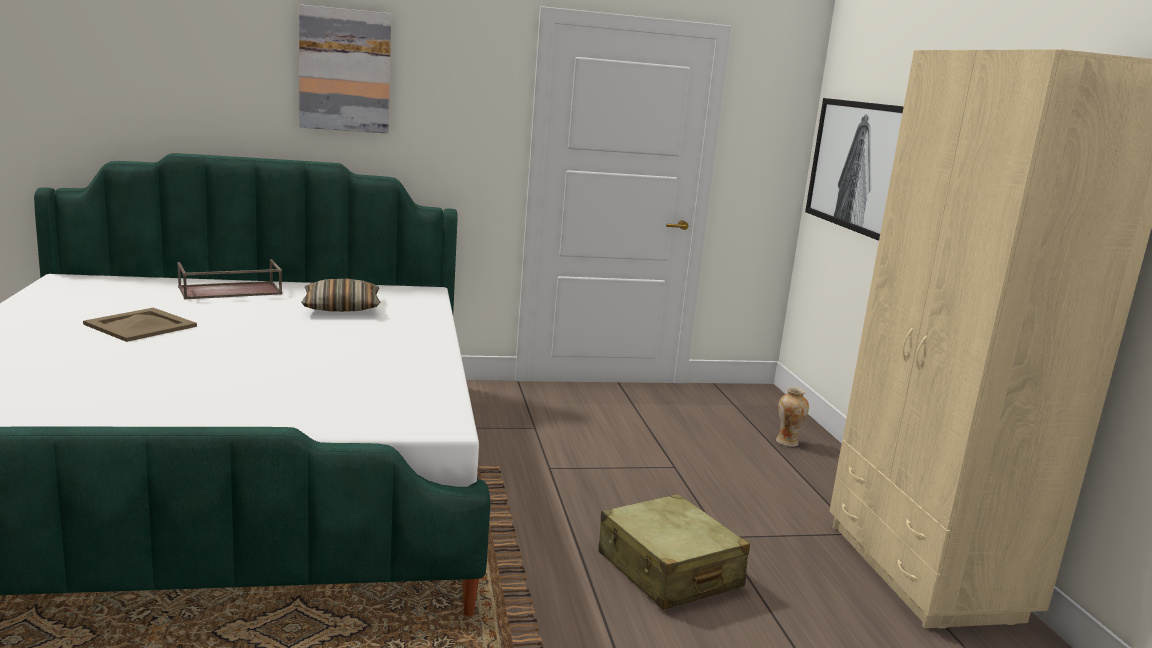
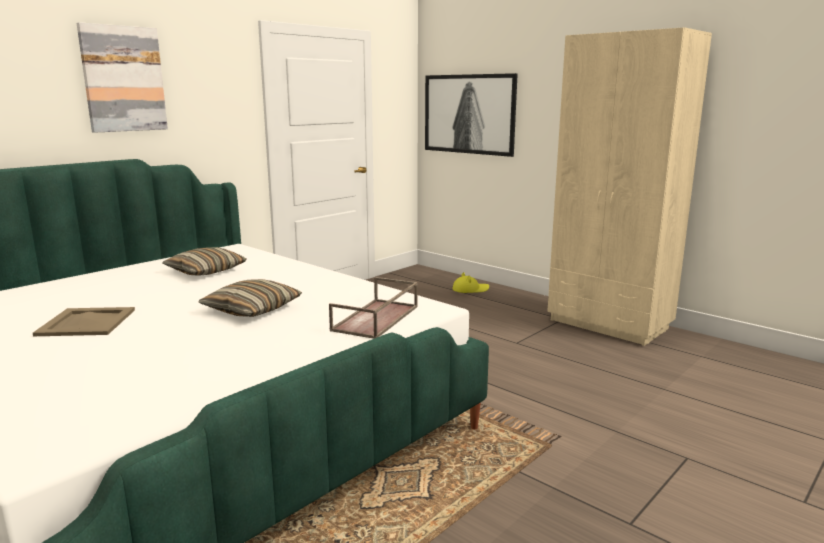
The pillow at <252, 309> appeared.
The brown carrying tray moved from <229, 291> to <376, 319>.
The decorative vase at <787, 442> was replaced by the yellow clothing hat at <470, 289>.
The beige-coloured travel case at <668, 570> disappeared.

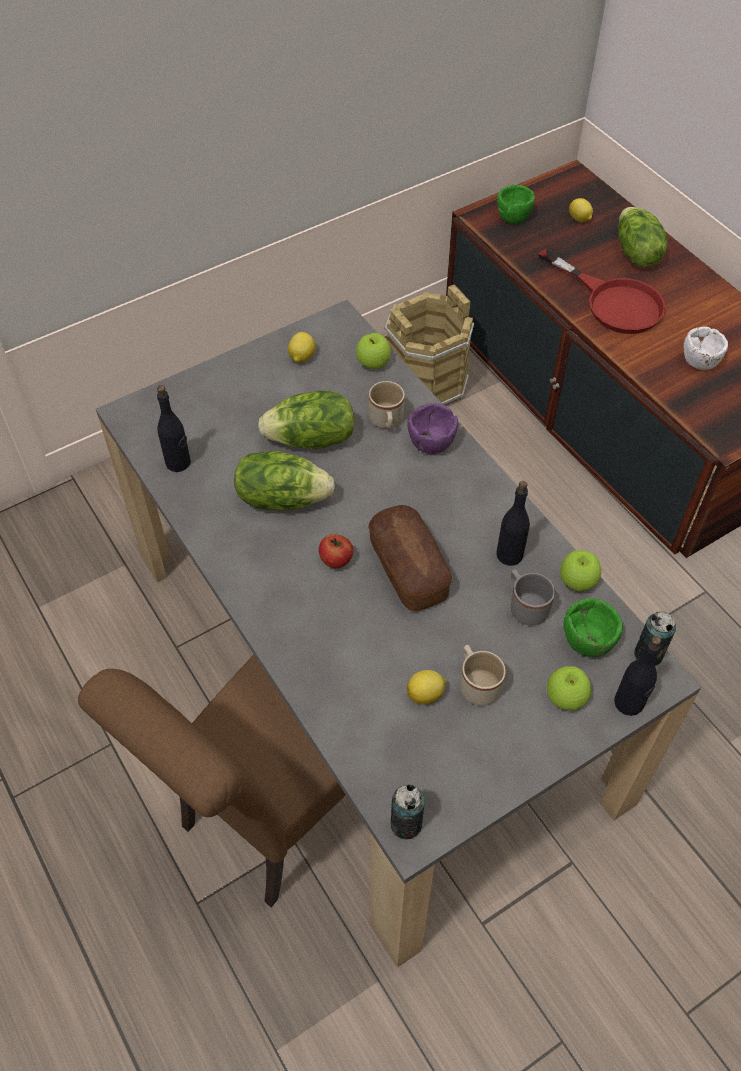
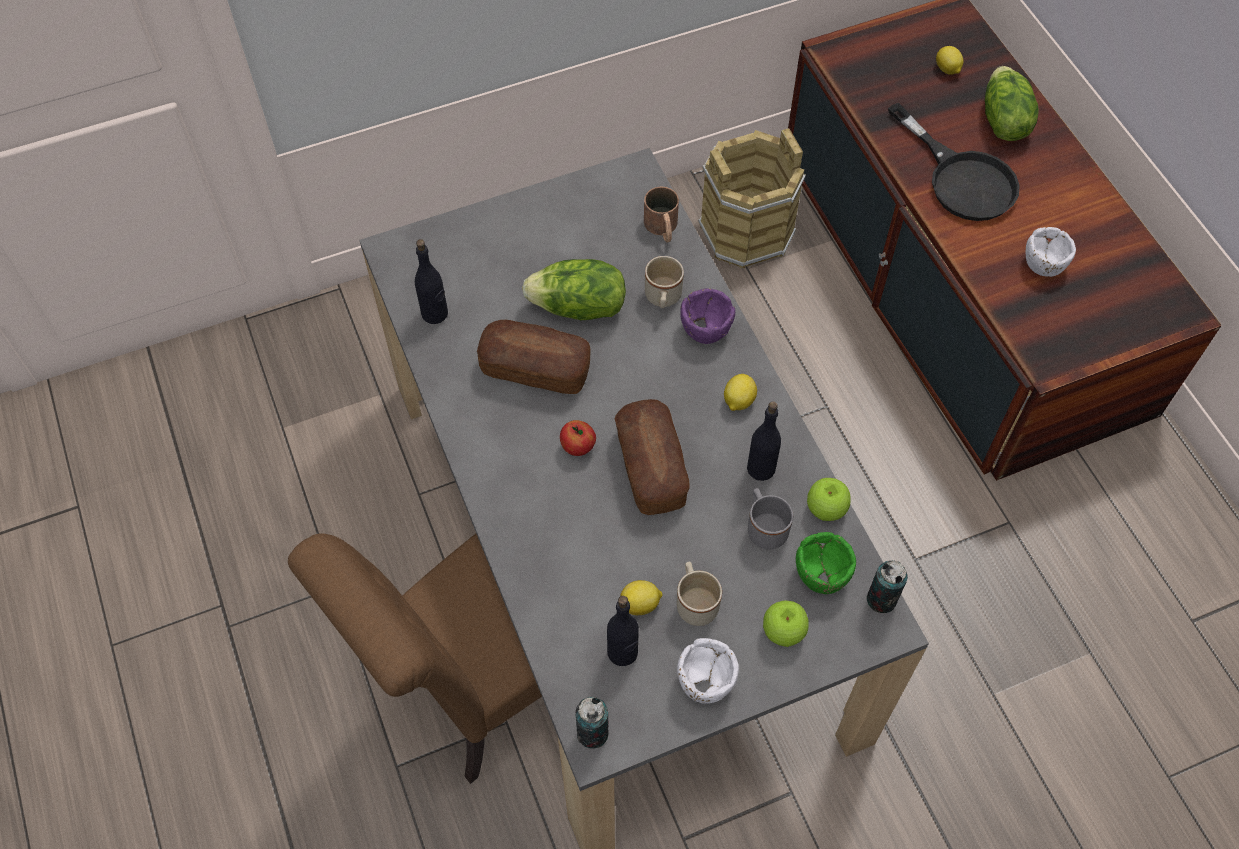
The lettuce head at <282, 497> was replaced by the bakery bread at <535, 369>.
The black drink bottle moved from <629, 703> to <623, 652>.
The apple fruit at <373, 363> was replaced by the brown coffee mug at <662, 228>.
The whitish serving bowl at <705, 682> appeared.
The lemon moved from <301, 357> to <738, 401>.
The red-coloured frying pan at <613, 302> became the black frying pan at <961, 178>.
The green-coloured serving bowl at <513, 216> disappeared.

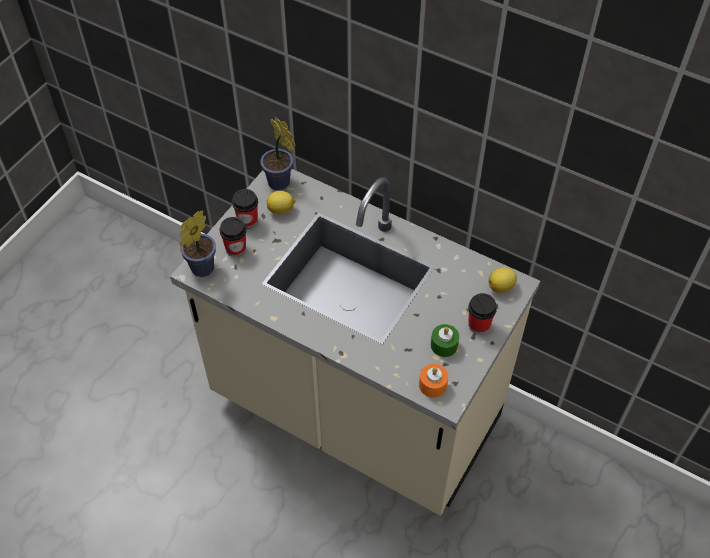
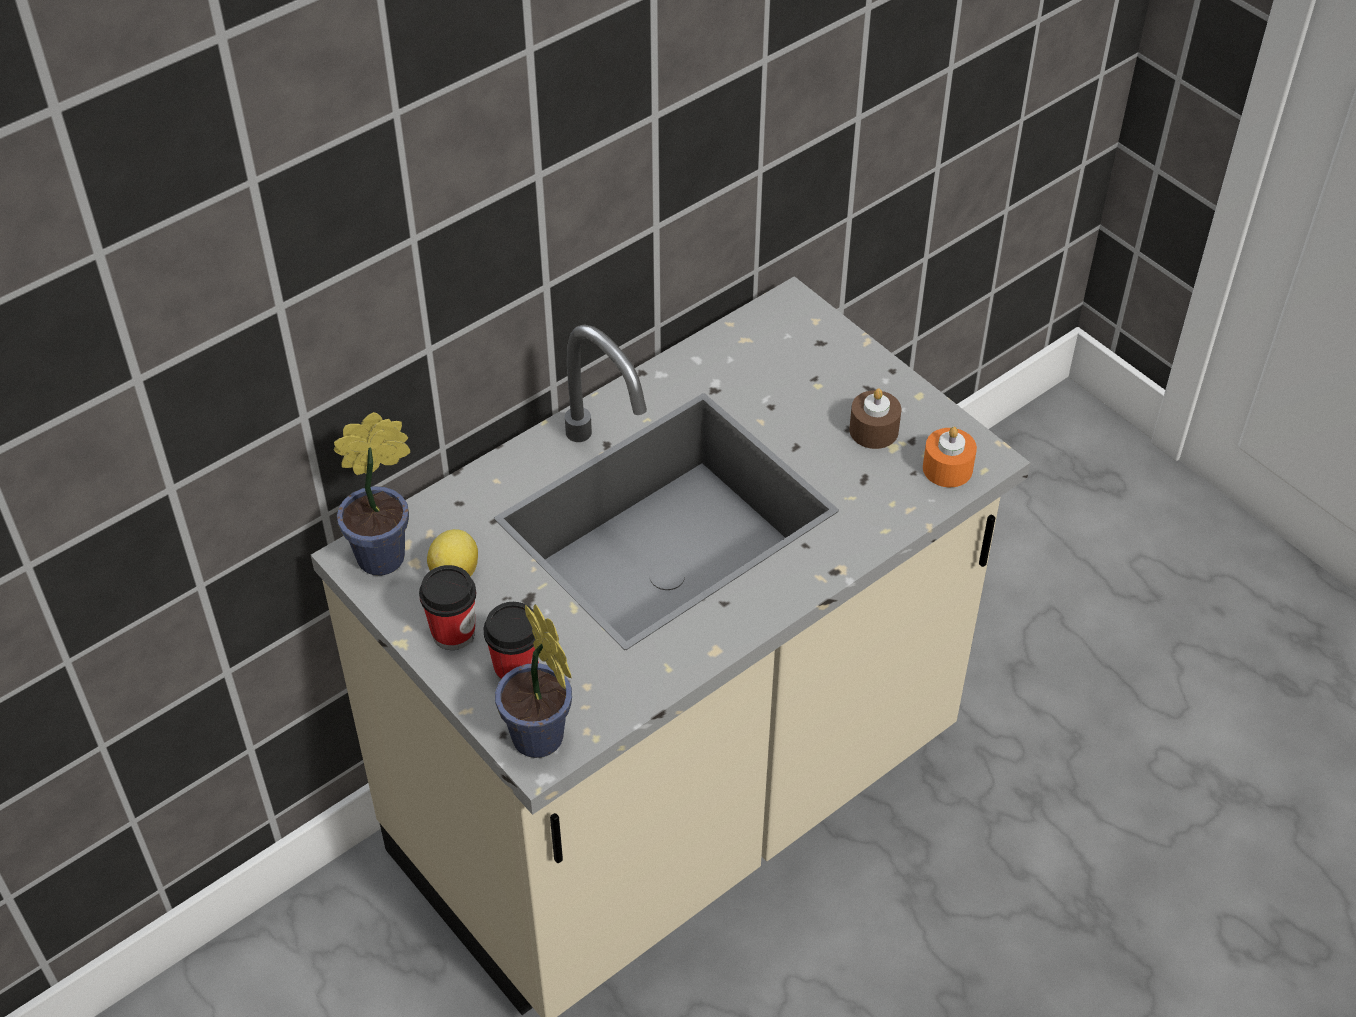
The green-coloured wax candle at <444, 345> became the brown wax candle at <873, 430>.
The small cup at <479, 325> disappeared.
The lemon at <501, 287> disappeared.

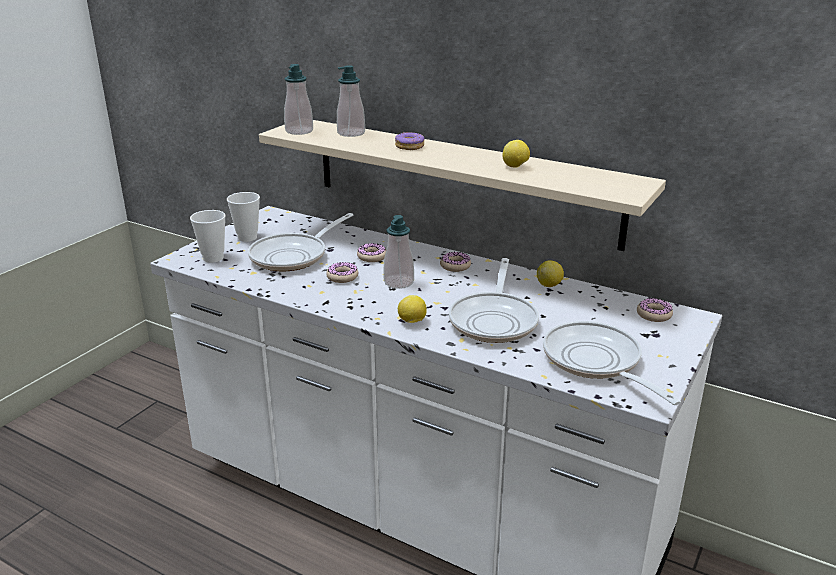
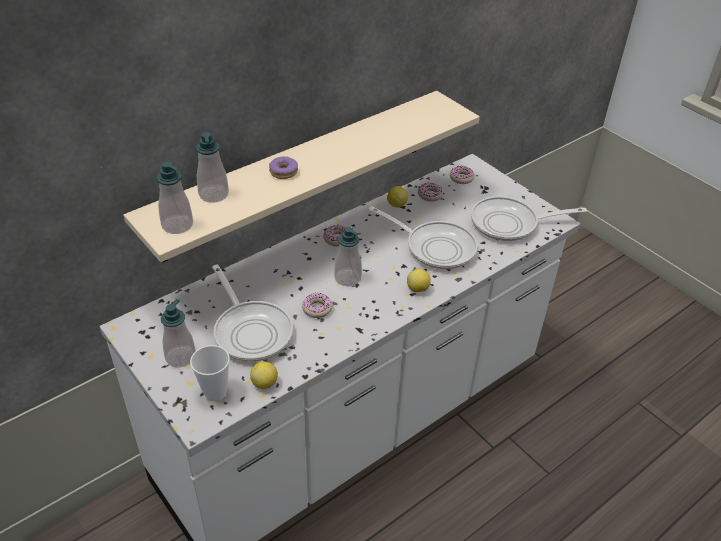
The small cup at <247, 237> was replaced by the soap dispenser at <180, 357>.
The lemon moved from <515, 167> to <265, 383>.
The donut moved from <372, 257> to <430, 195>.

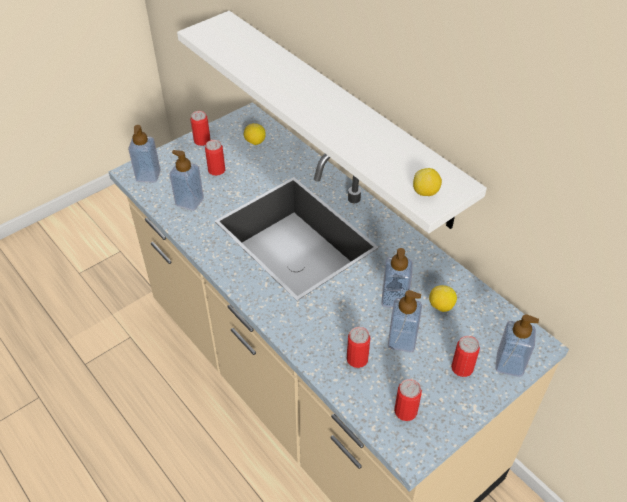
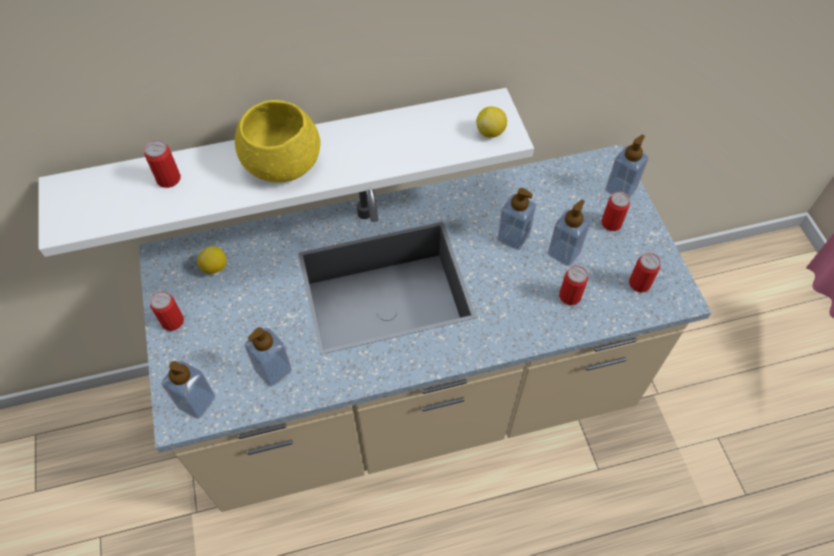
The can moved from <216, 170> to <168, 179>.
The yellow serving bowl at <282, 162> appeared.
The lemon at <441, 306> disappeared.

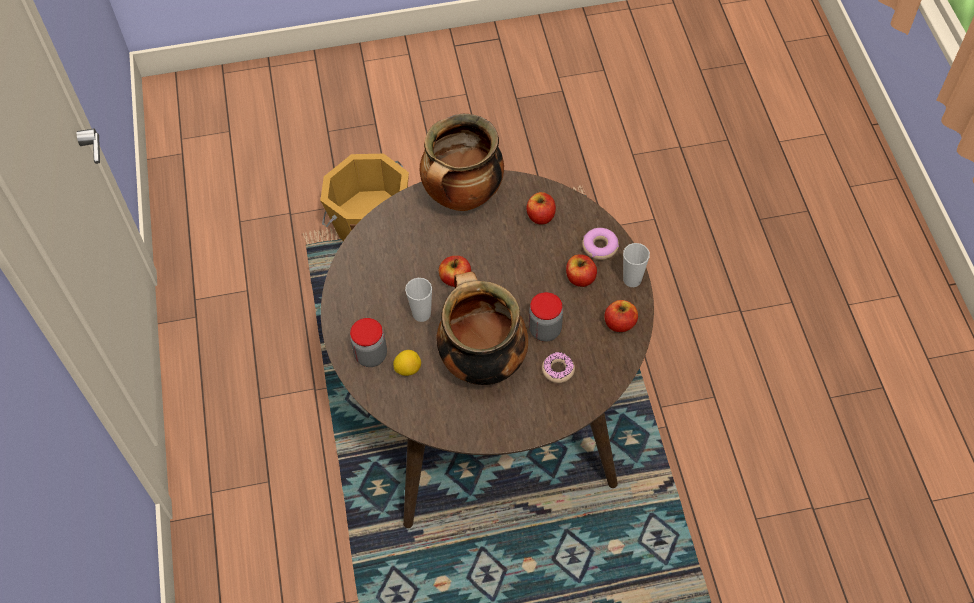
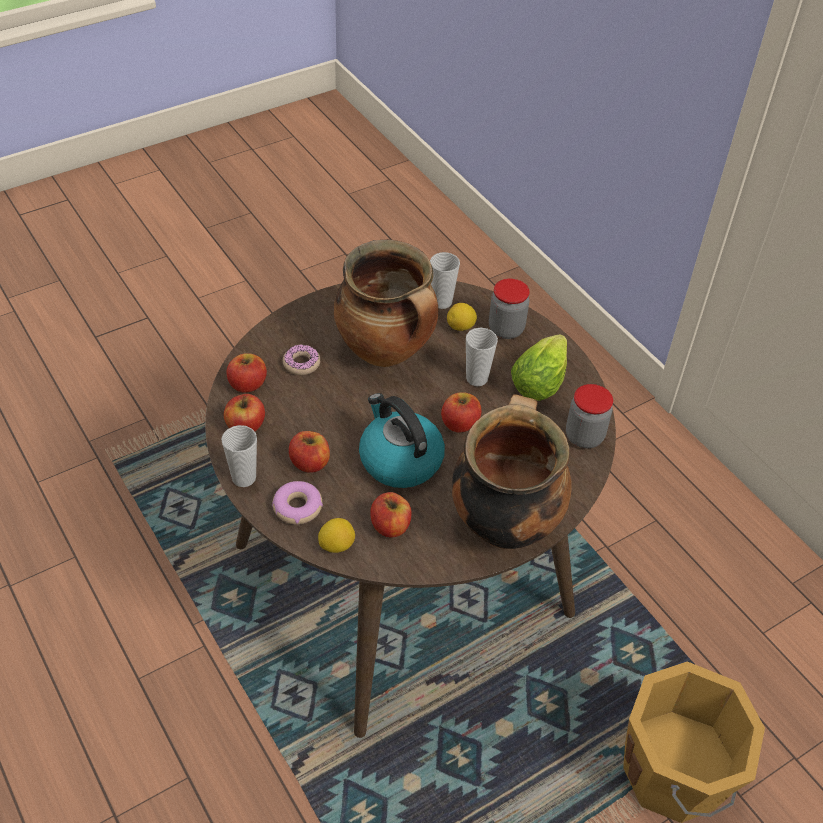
The apple fruit at <247, 384> appeared.
The lemon at <336, 545> appeared.
The water kettle at <399, 460> appeared.
The small cup at <441, 302> appeared.
The lettuce head at <541, 380> appeared.
The preserve jar moved from <545, 330> to <584, 436>.

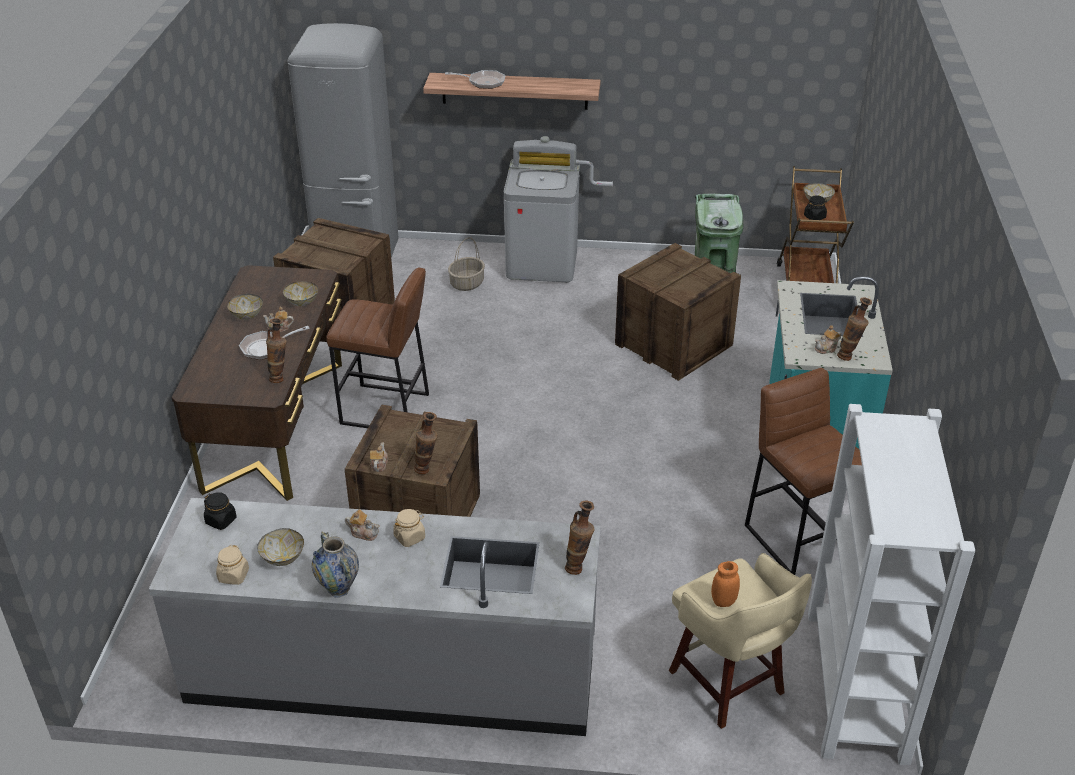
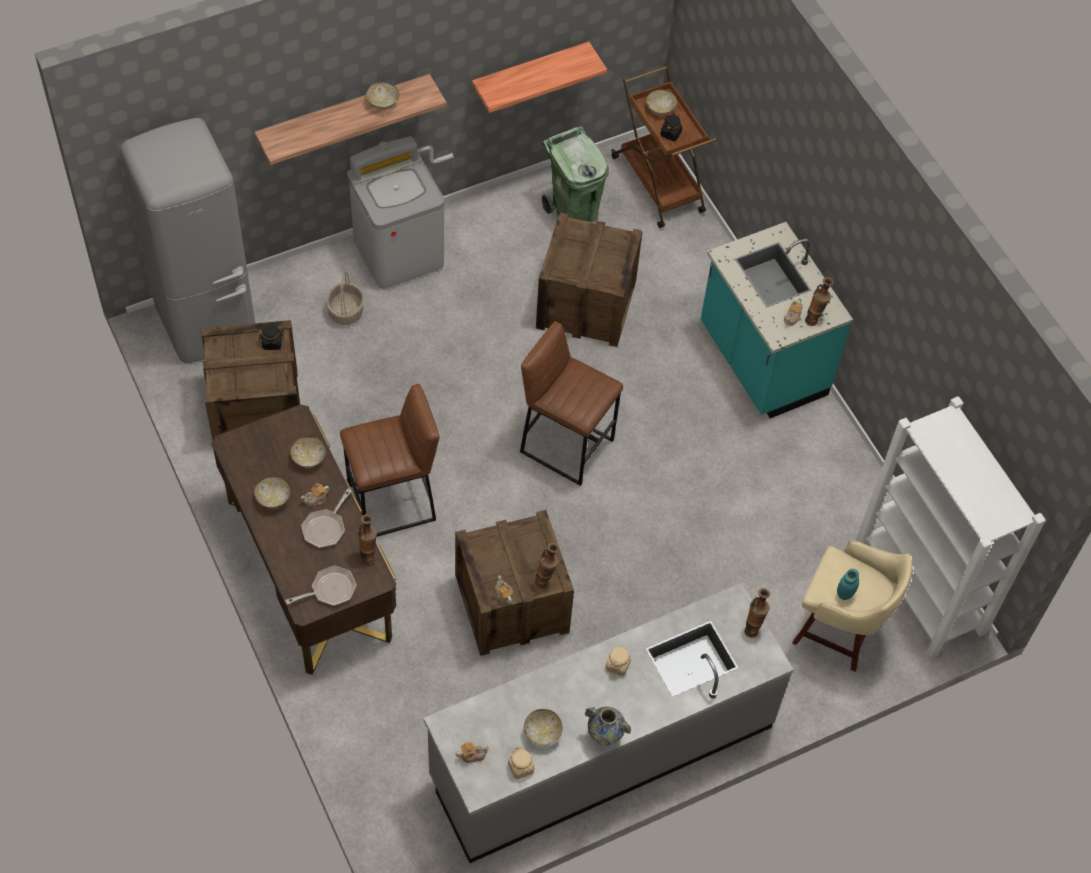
The black preserve jar moved from <221, 521> to <272, 343>.
The frying pan moved from <483, 82> to <330, 590>.
The serving bowl at <382, 103> appeared.
The tea pot moved from <364, 533> to <472, 755>.
The wall shelf at <530, 72> appeared.
The brown stool seat moved from <797, 538> to <565, 445>.
The orange-coloured preserve jar at <723, 601> became the turquoise-coloured preserve jar at <845, 593>.

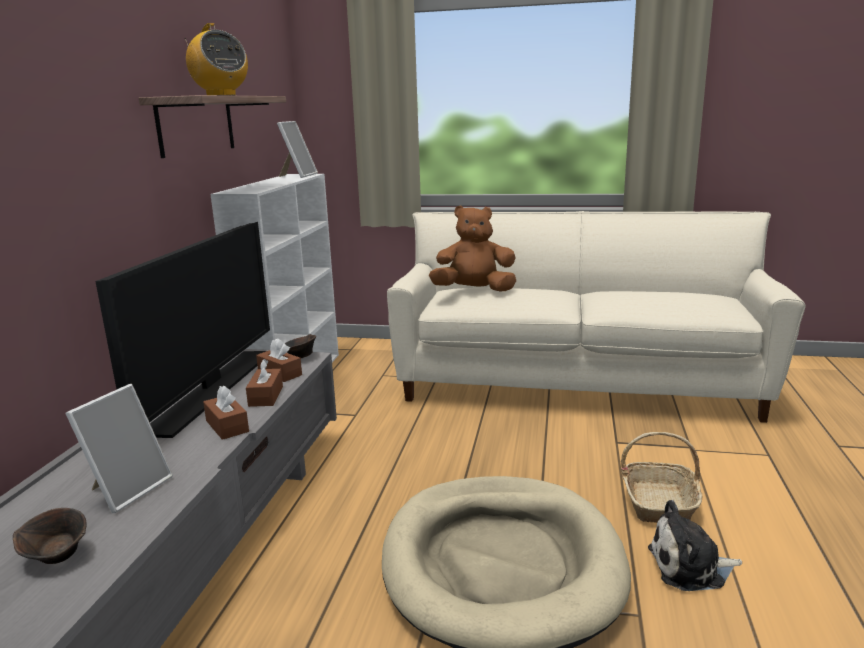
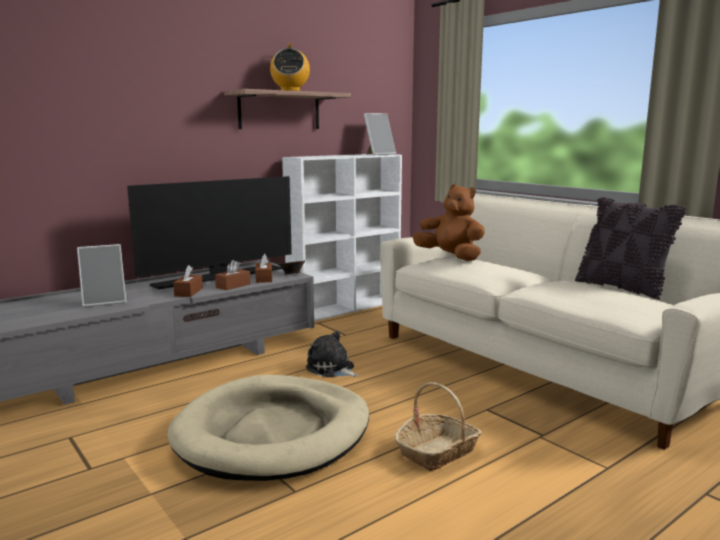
The cuddly toy moved from <690, 567> to <332, 369>.
The black pillow at <622, 288> appeared.
The brown serving bowl at <58, 557> disappeared.

